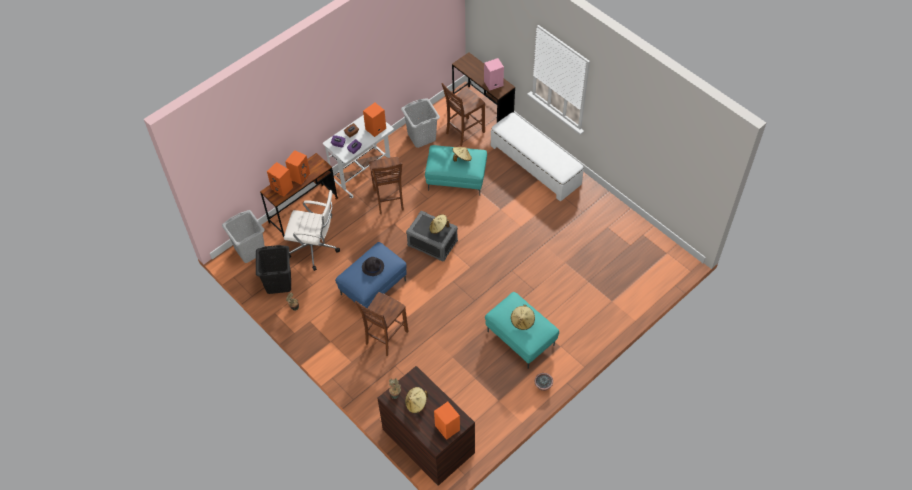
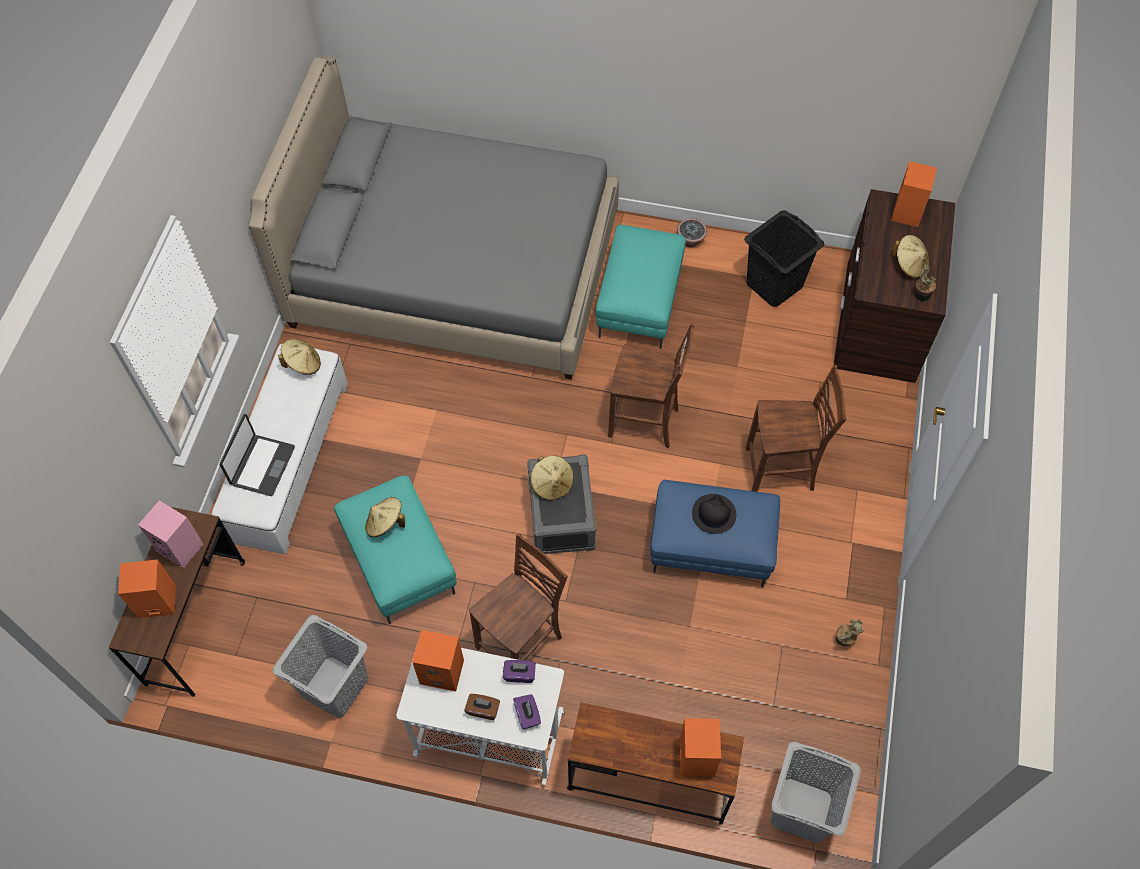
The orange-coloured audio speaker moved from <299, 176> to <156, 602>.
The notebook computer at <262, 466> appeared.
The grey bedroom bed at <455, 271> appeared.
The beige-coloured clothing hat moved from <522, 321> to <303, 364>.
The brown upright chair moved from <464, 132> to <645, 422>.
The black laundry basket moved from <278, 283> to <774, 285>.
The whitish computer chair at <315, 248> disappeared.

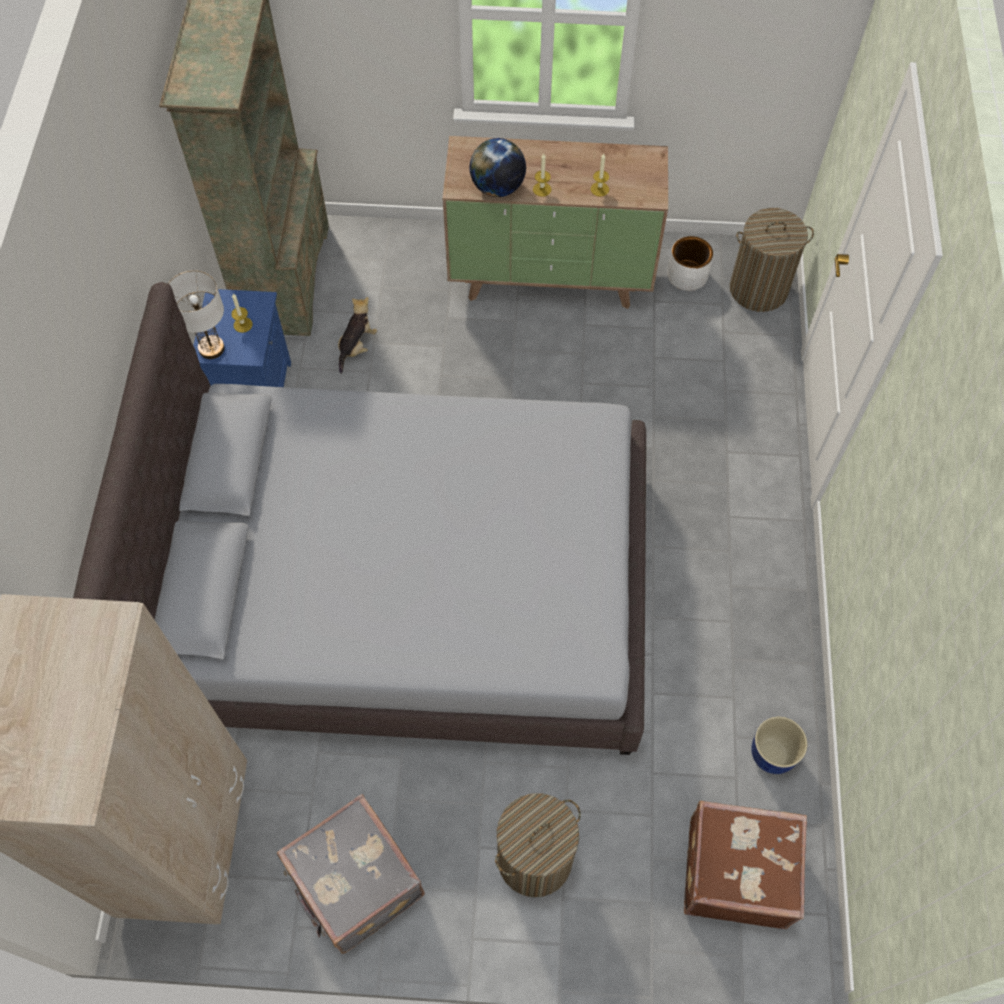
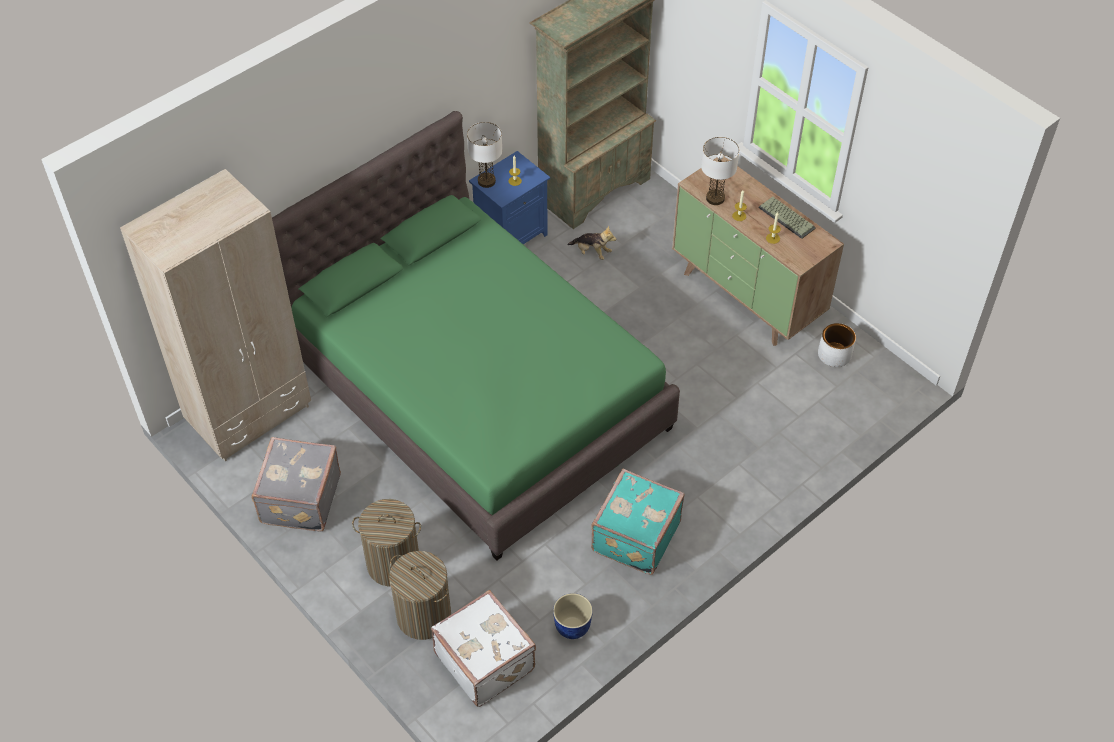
The grey bedroom bed at <407, 589> became the green-coloured bedroom bed at <478, 390>.
The laundry basket moved from <758, 289> to <424, 616>.
The brown travel case at <736, 870> became the whitish travel case at <486, 660>.
The cuddly toy at <357, 346> turned 45 degrees clockwise.
The turquoise-coloured travel case at <634, 536> appeared.
The desk globe at <497, 187> was replaced by the table lamp at <715, 198>.
The computer keyboard at <788, 218> appeared.

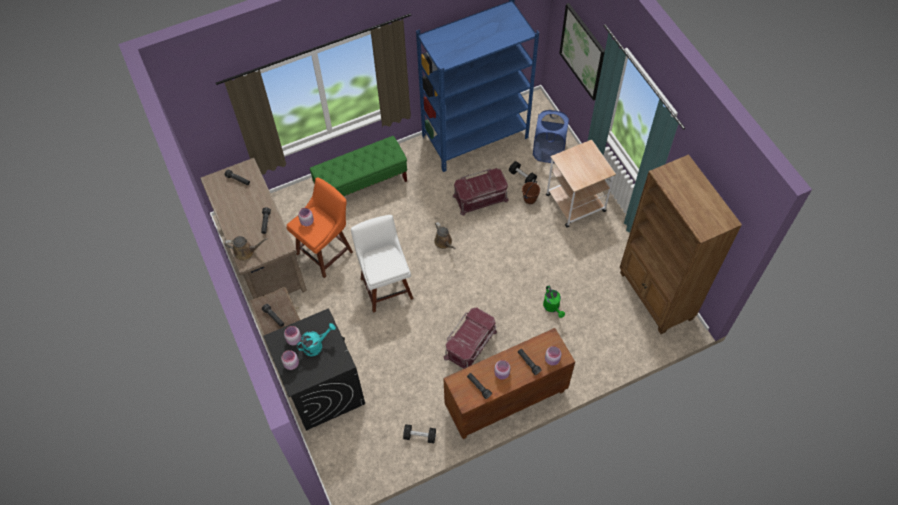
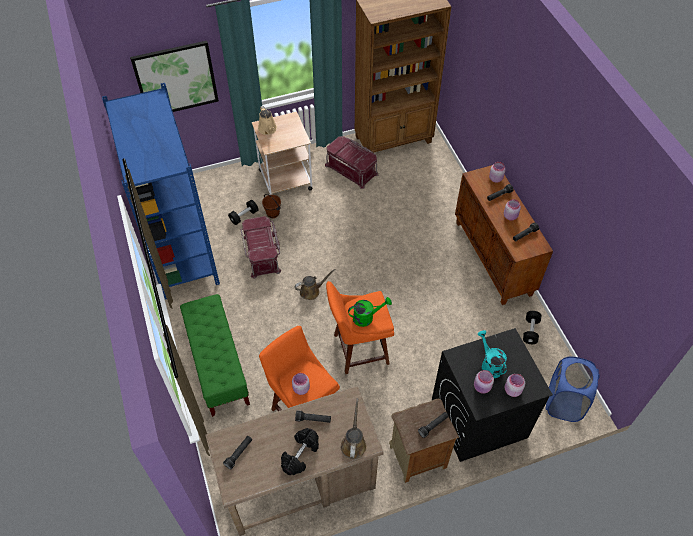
The beige-coloured watering can at <268, 129> appeared.
The black free weight at <300, 455> appeared.
The red-coloured storage box moved from <471, 345> to <352, 169>.
The whitish stool seat at <386, 286> became the orange-coloured stool seat at <358, 349>.
The green-coloured watering can moved from <552, 307> to <367, 317>.
The bluish laundry basket moved from <548, 151> to <564, 403>.

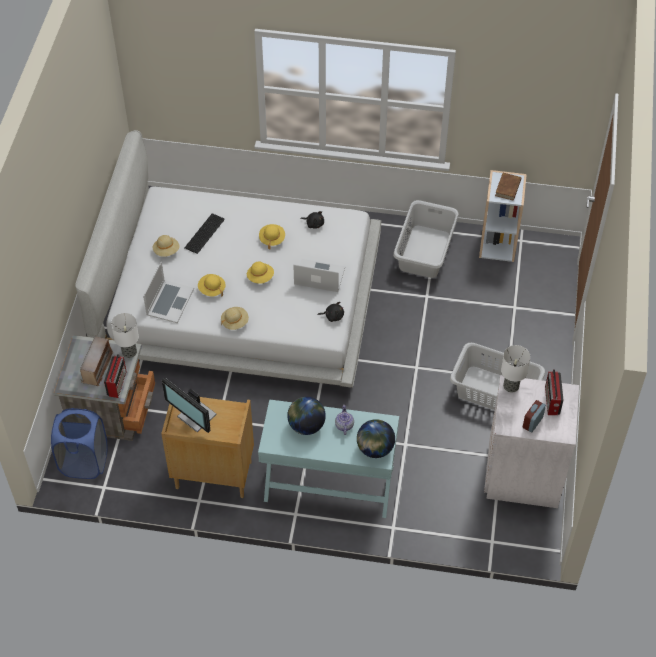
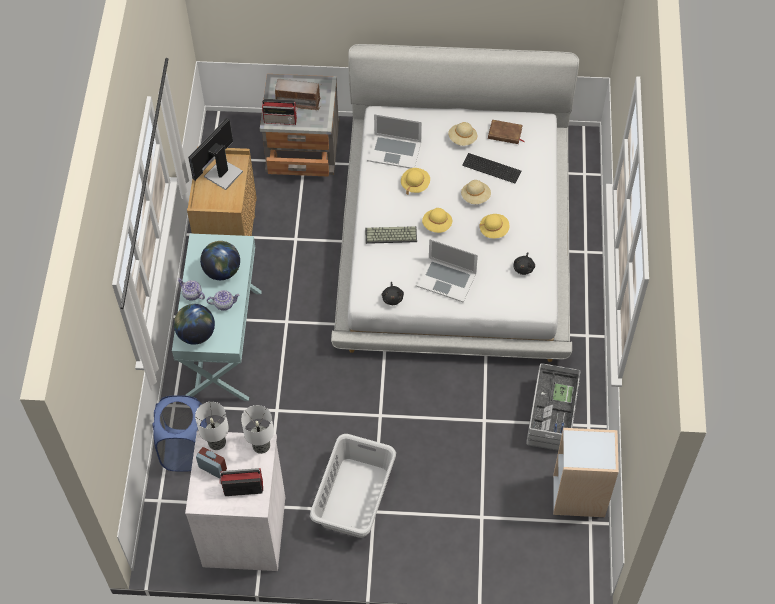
The bluish laundry basket moved from <84, 462> to <185, 450>.
The tea pot at <192, 294> appeared.
The table lamp moved from <129, 352> to <217, 442>.
The computer keyboard at <390, 236> appeared.
The notebook computer at <319, 276> turned 105 degrees clockwise.
The beige-coloured clothing hat moved from <235, 322> to <475, 197>.
The brown volume moved from <508, 188> to <505, 134>.
The grey laundry basket at <425, 251> was replaced by the grey storage box at <552, 415>.

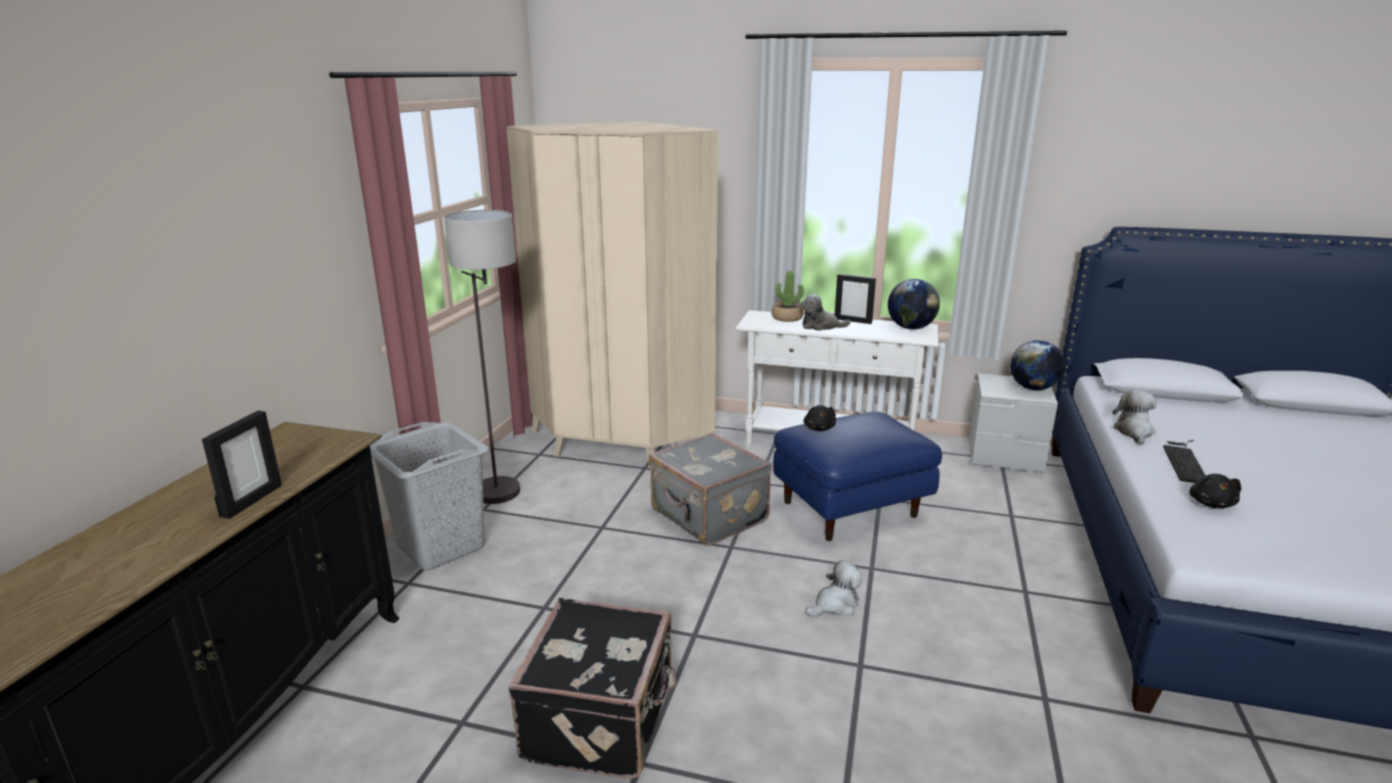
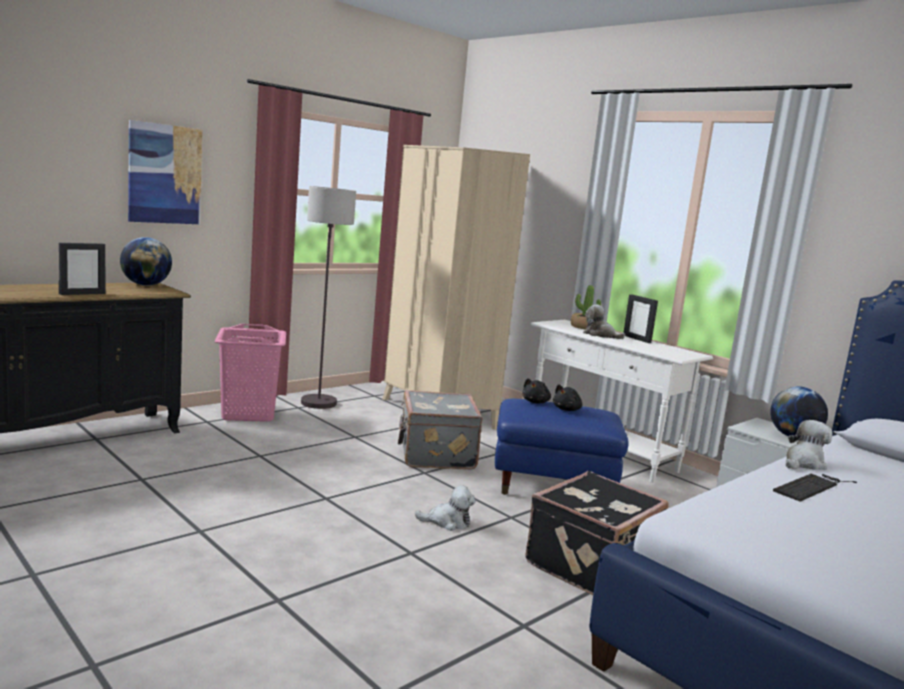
The desk globe moved from <910, 328> to <145, 285>.
The wall art at <165, 174> appeared.
The grey laundry basket at <441, 545> became the pinkish laundry basket at <249, 414>.
The black travel case moved from <602, 720> to <593, 566>.
The black cuddly toy moved from <1211, 503> to <567, 410>.

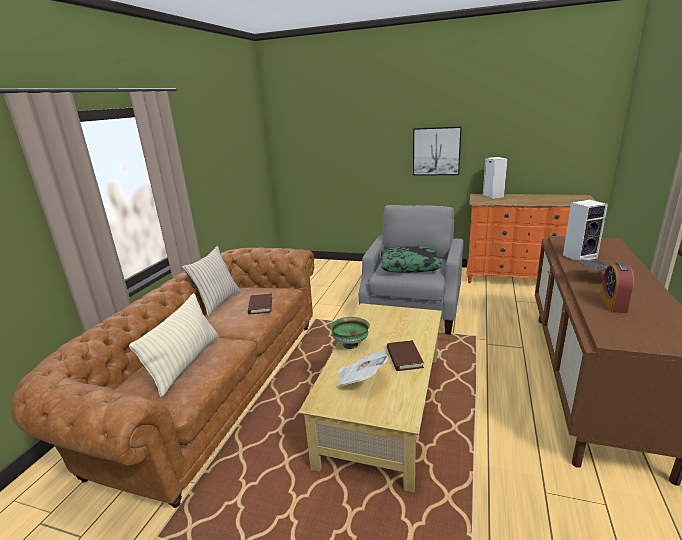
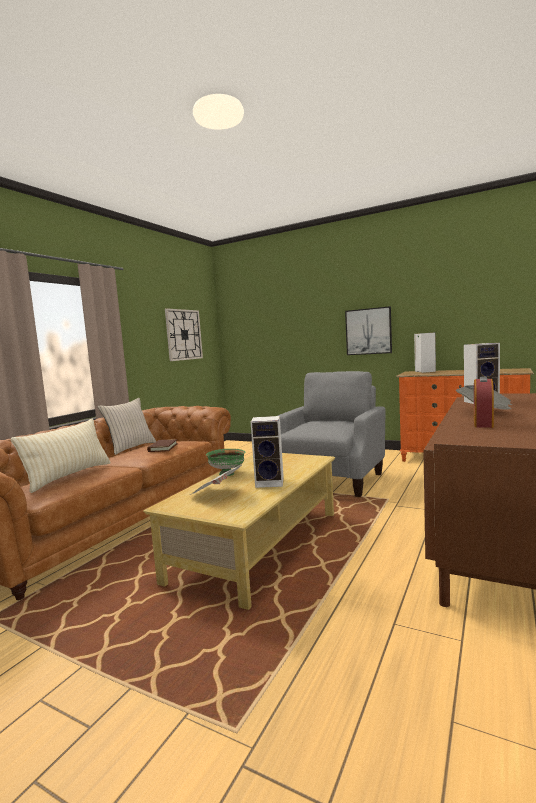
The clock on the wall at <184, 334> appeared.
The brown volume at <404, 357> was replaced by the audio speaker at <271, 482>.
The pillow at <410, 266> disappeared.

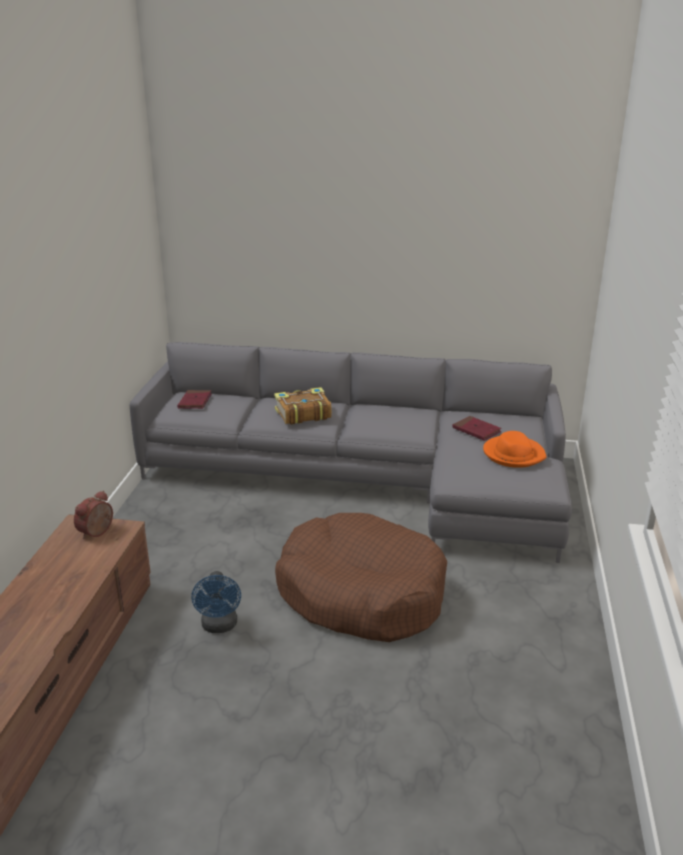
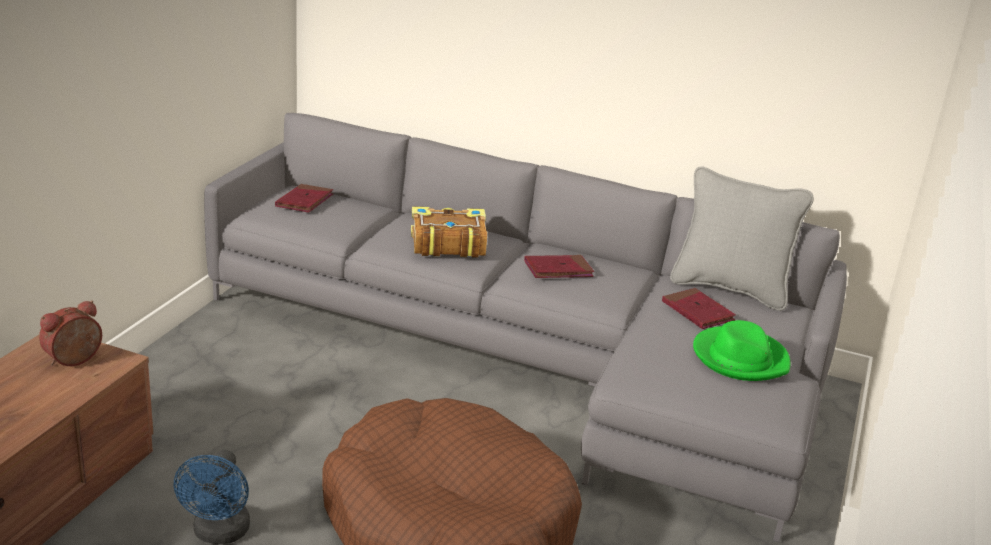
The red-coloured volume at <558, 270> appeared.
The grey pillow at <729, 289> appeared.
The orange-coloured clothing hat at <513, 454> became the green-coloured clothing hat at <740, 358>.

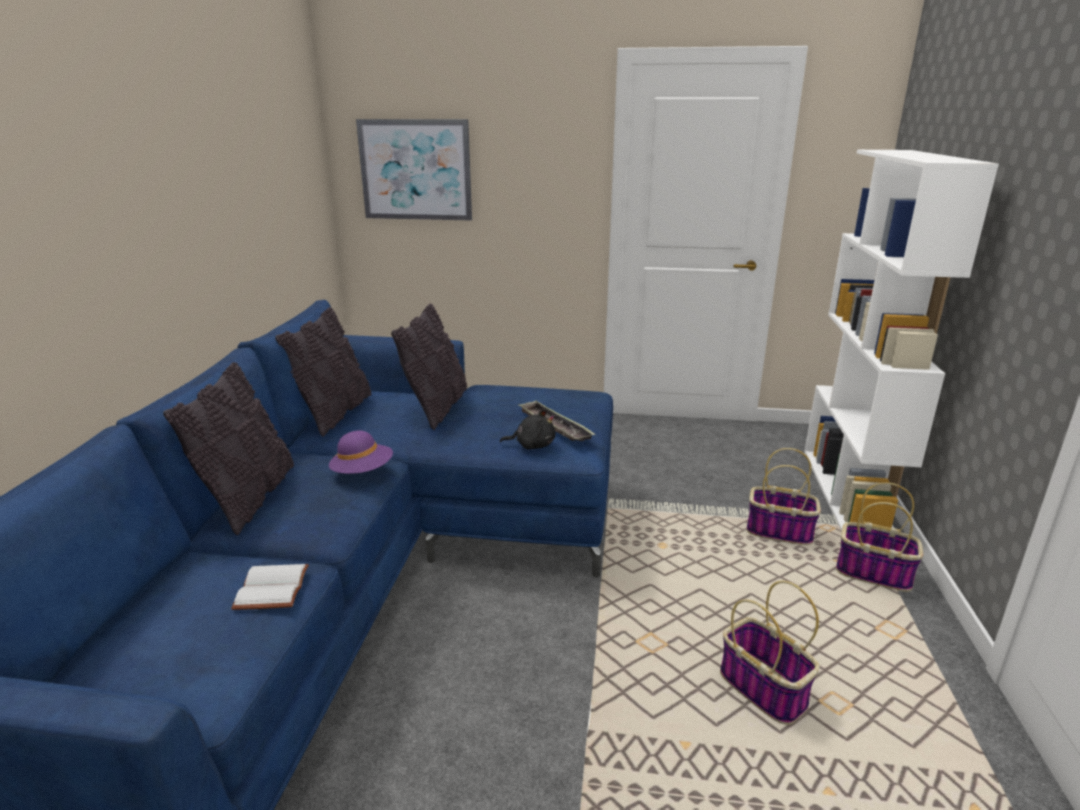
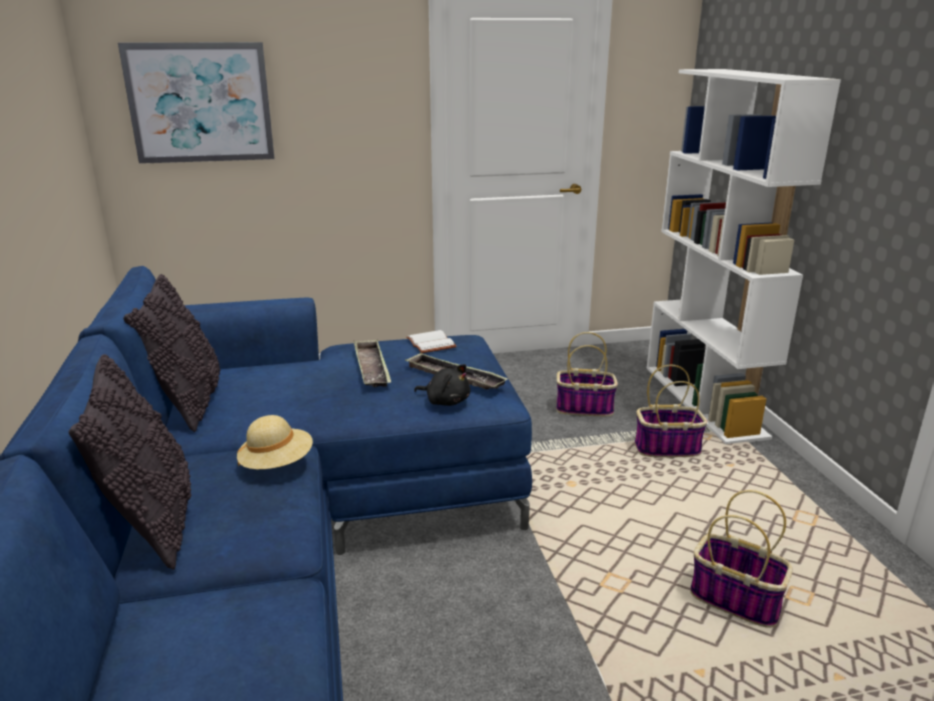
The purplish clothing hat at <363, 472> became the beige-coloured clothing hat at <277, 464>.
The carrying tray at <371, 368> appeared.
The whitish volume moved from <274, 589> to <432, 343>.
The black cuddly toy at <532, 445> turned 45 degrees clockwise.
The storage basket moved from <874, 573> to <585, 408>.
The black pillow at <437, 408> disappeared.

